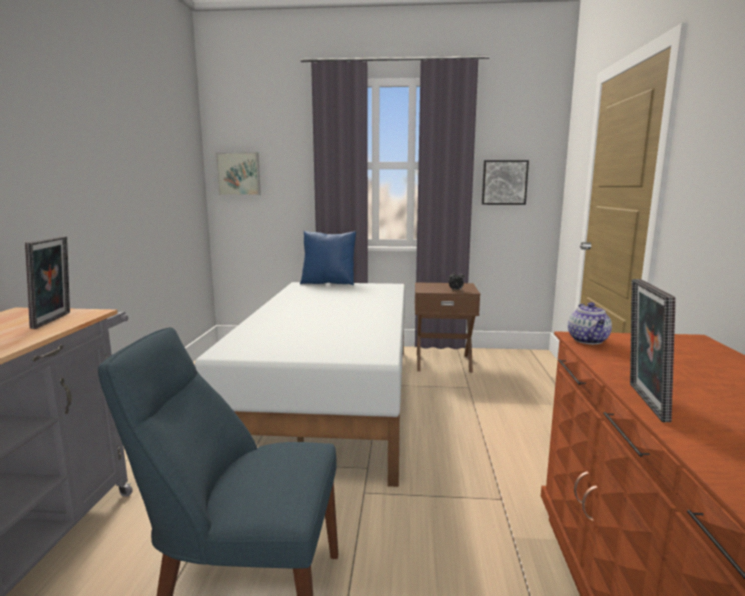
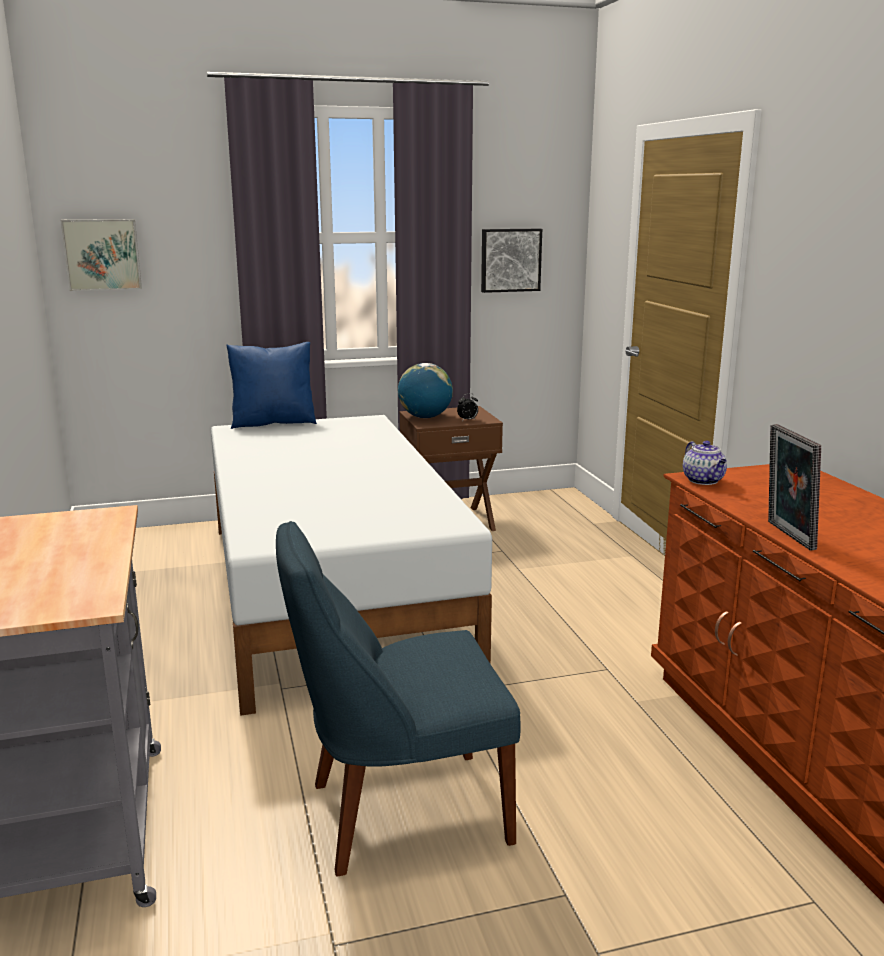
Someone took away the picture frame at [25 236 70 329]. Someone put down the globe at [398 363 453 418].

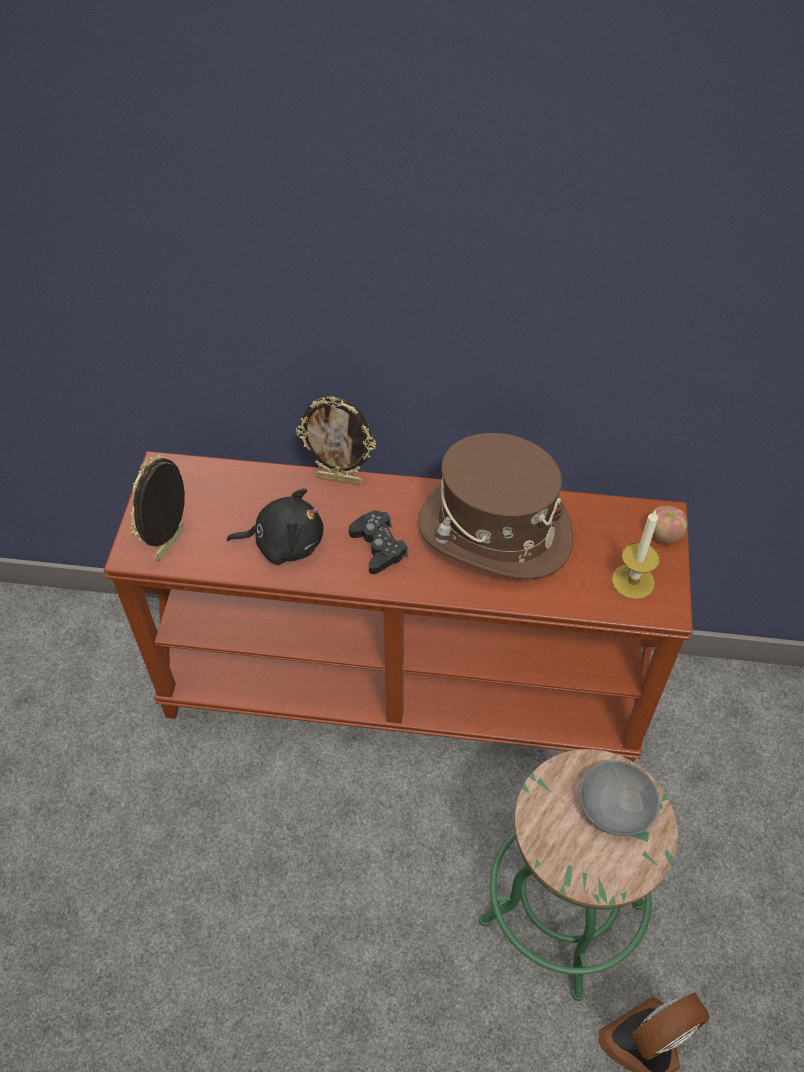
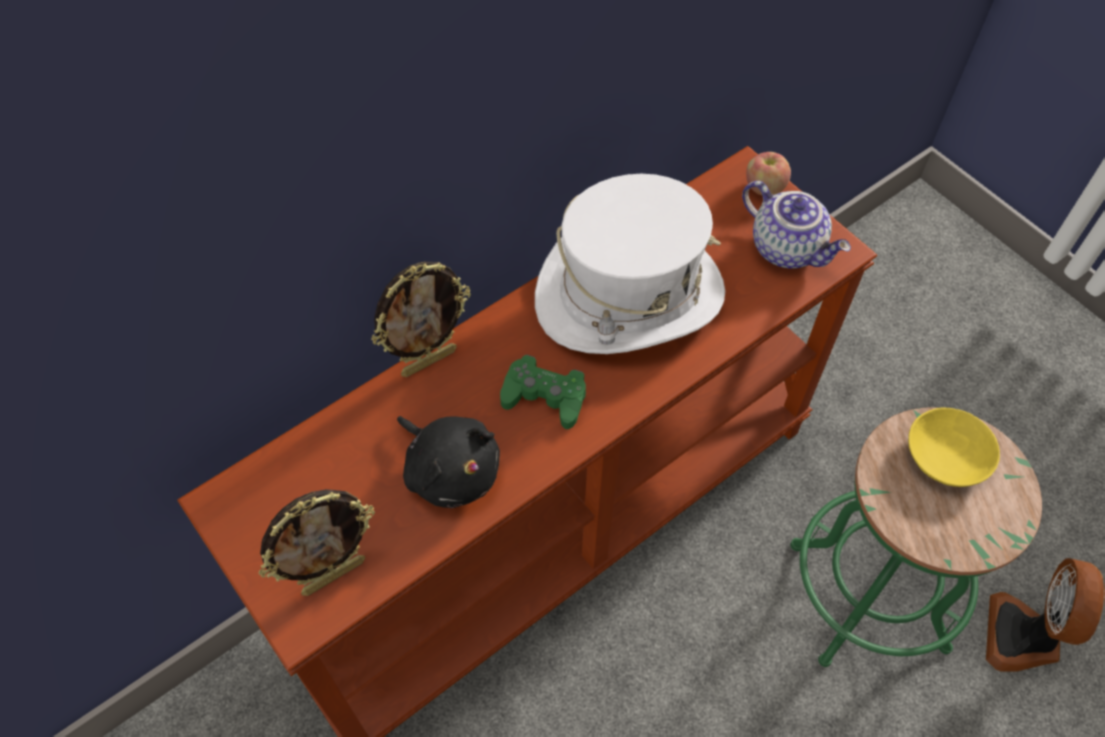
Someone swapped the candle at [612 510 660 599] for the teapot at [742 181 851 269]. Someone repainted the black game controller at [349 511 408 574], which became the green game controller at [500 355 586 429]. Someone repainted the brown hat at [418 433 573 579], which became the white hat at [535 174 725 354]. Someone repainted the grey bowl at [579 760 660 836], which became the yellow bowl at [908 407 1000 487]. Someone rotated the picture frame at [130 454 185 561] by 105 degrees counterclockwise. Someone rotated the black plush toy at [227 488 324 565] by 90 degrees clockwise.

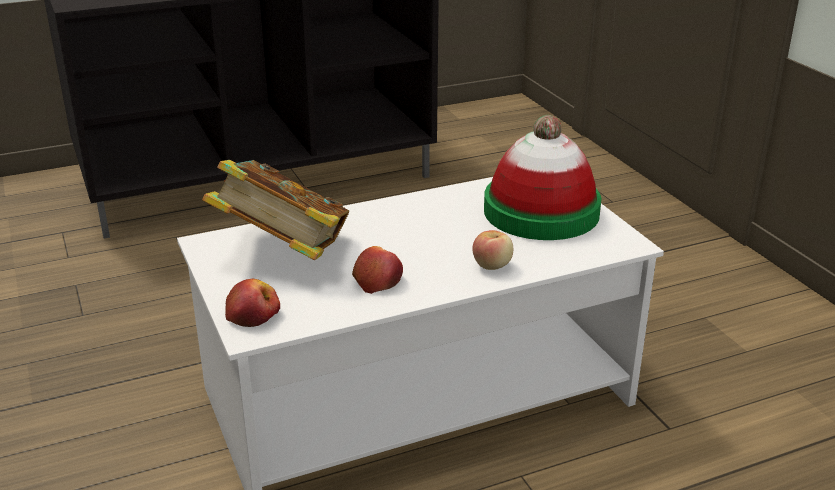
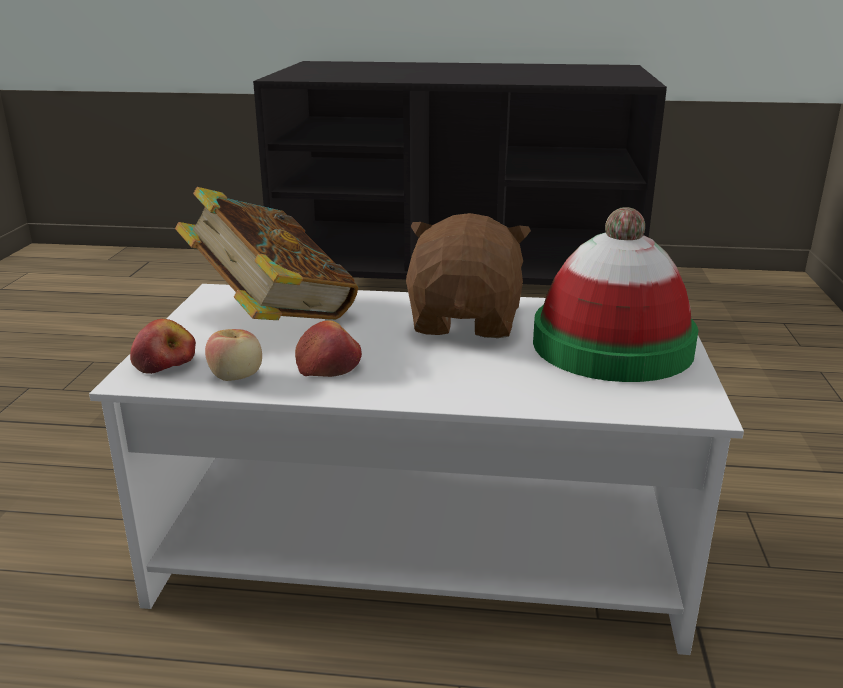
Someone put down the brown plush toy at [406 213 531 338]. Someone carried the apple from [472 230 513 270] to [205 329 262 381].

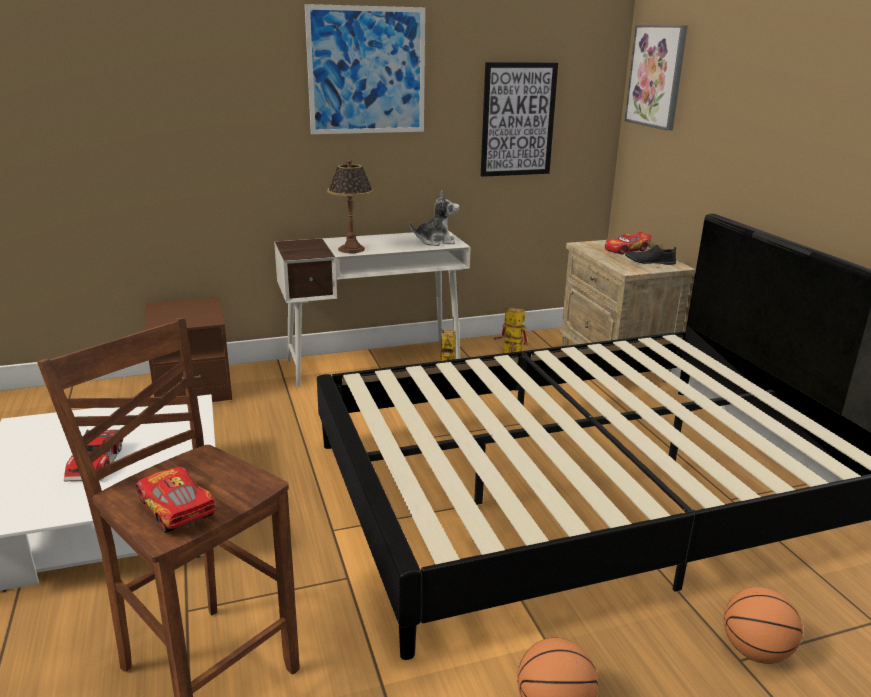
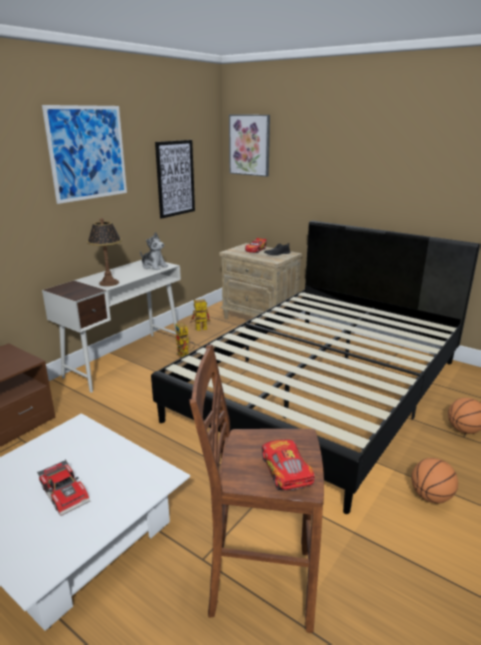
Someone rotated the toy car at [136 467 216 533] by 60 degrees clockwise. Someone rotated the plush toy at [410 191 460 246] by 75 degrees clockwise.

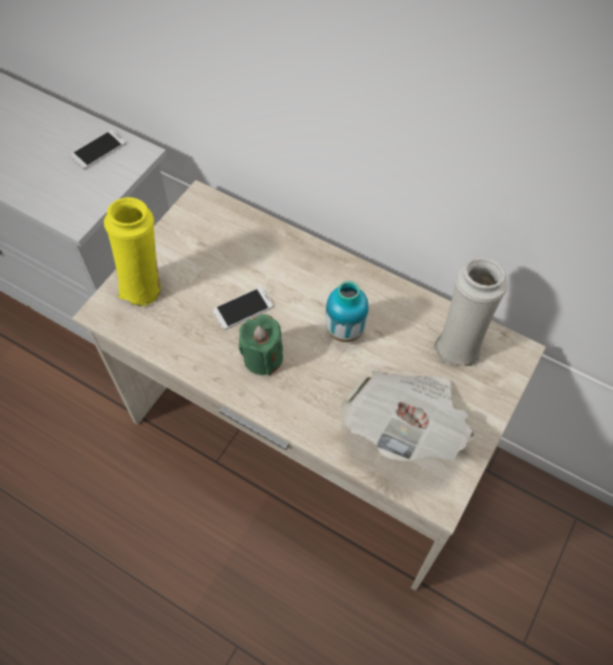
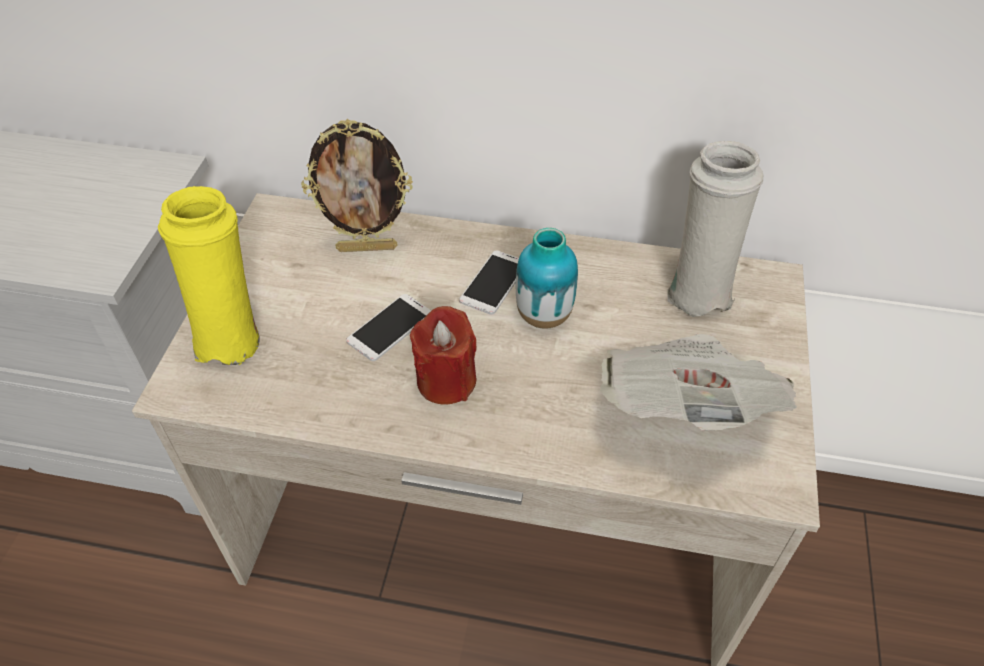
Someone put down the picture frame at [301 119 413 252]. Someone carried the phone from [70 130 126 169] to [459 250 519 315]. Someone repainted the green candle at [239 314 283 376], which became the red candle at [410 306 477 405].

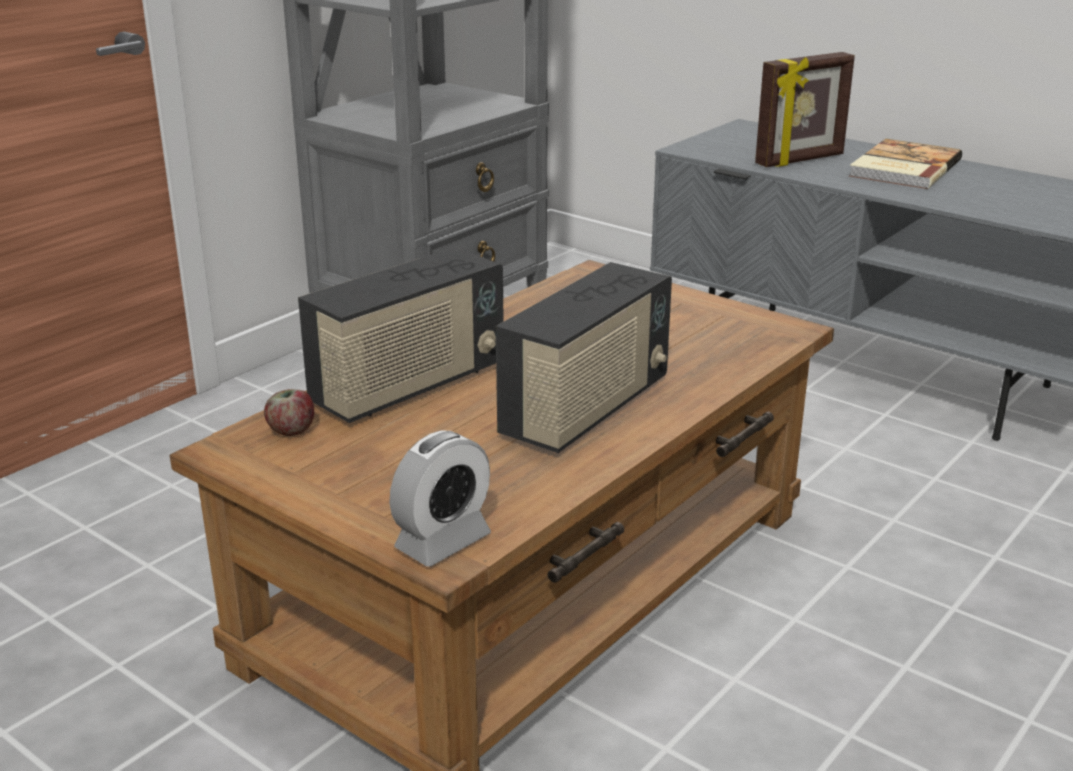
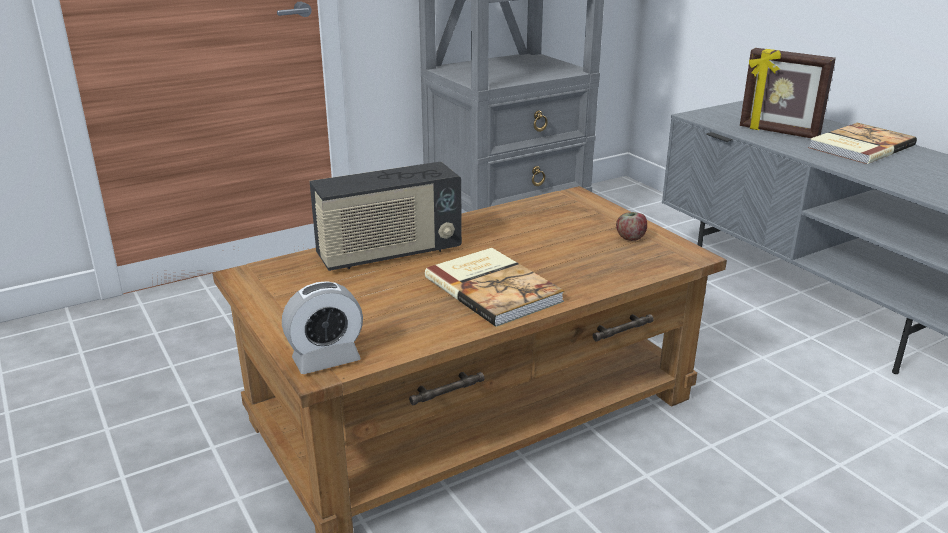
Someone carried the apple from [264 389 314 436] to [616 212 647 241]. Someone swapped the radio at [496 262 672 453] for the book at [425 248 565 327]. Someone rotated the picture frame at [755 52 855 167] by 45 degrees clockwise.

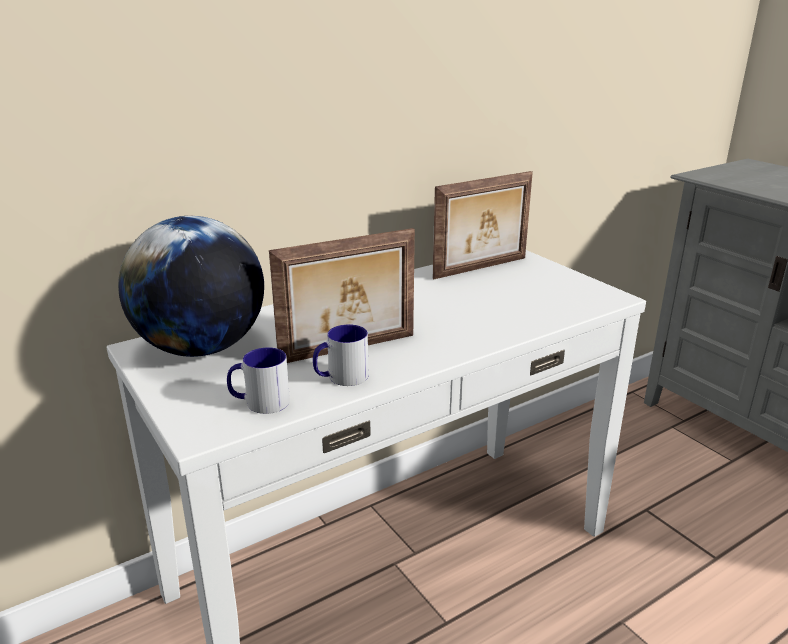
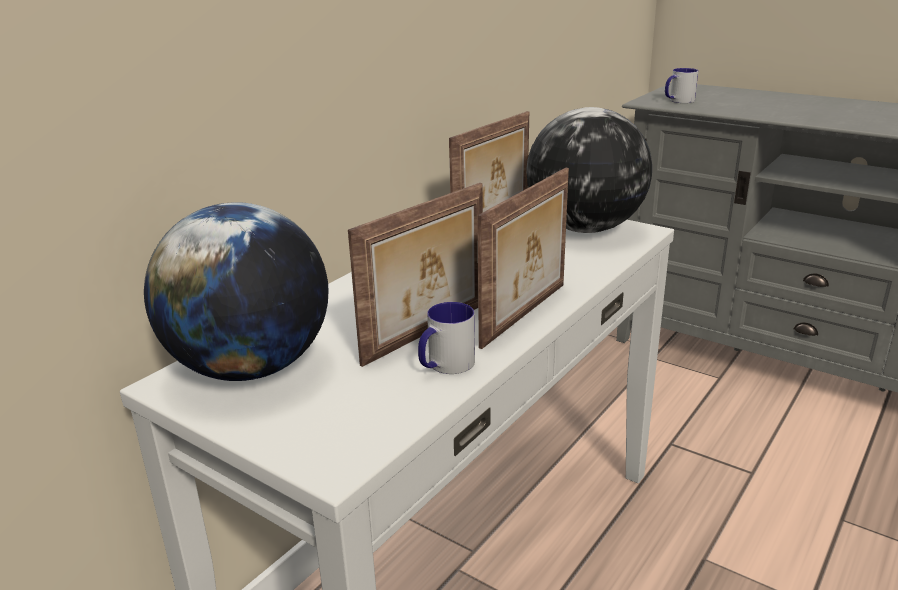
Someone put down the picture frame at [477 168 569 349]. Someone put down the globe at [526 107 652 233]. Someone carried the mug from [227 347 290 414] to [665 68 698 103].

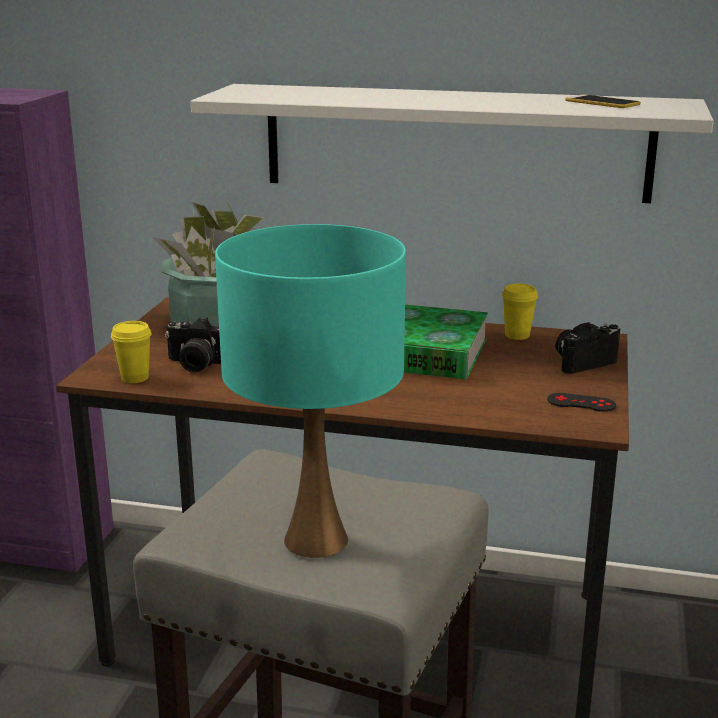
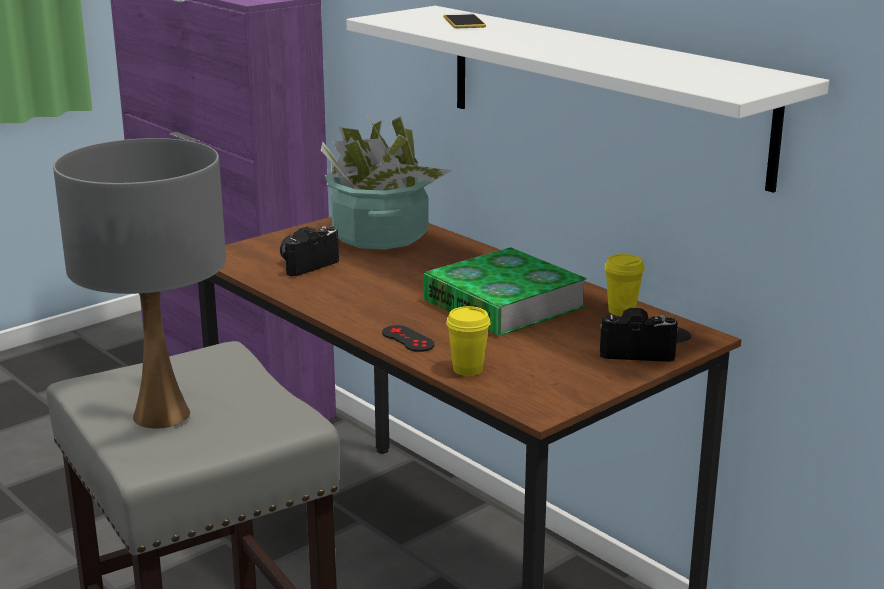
Someone carried the yellow cup from [111 321 151 383] to [446 306 491 376]. Someone carried the black game controller from [547 393 616 412] to [382 325 435 352]. Someone carried the phone from [565 94 641 108] to [443 13 486 28]. Someone repainted the turquoise table lamp at [215 224 406 558], which became the grey table lamp at [53 138 226 428]. Someone rotated the photo camera at [165 317 221 372] by 90 degrees clockwise.

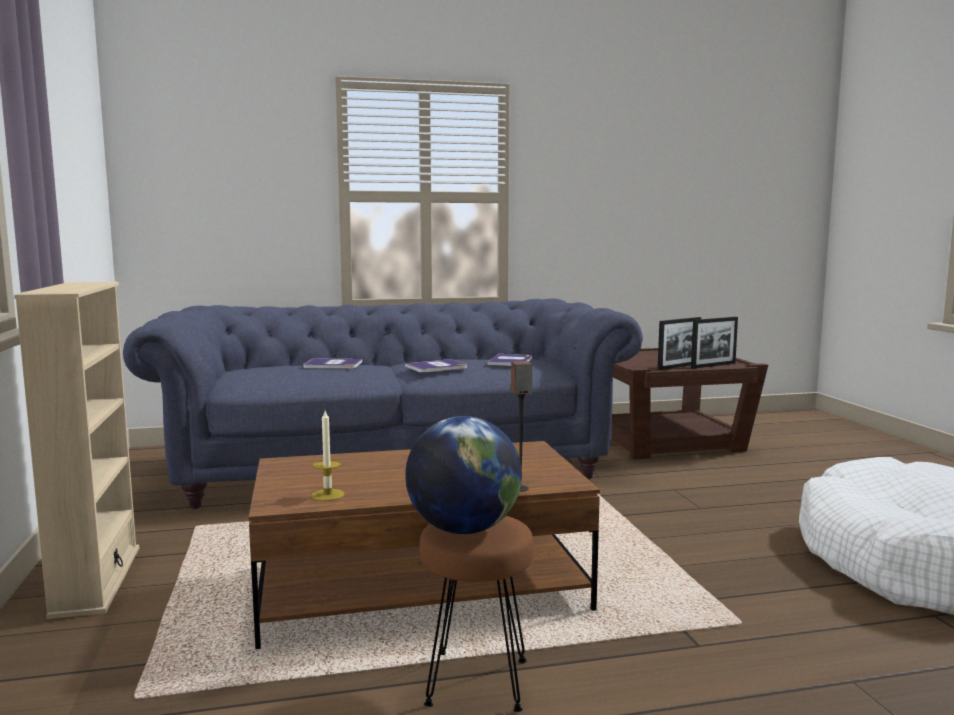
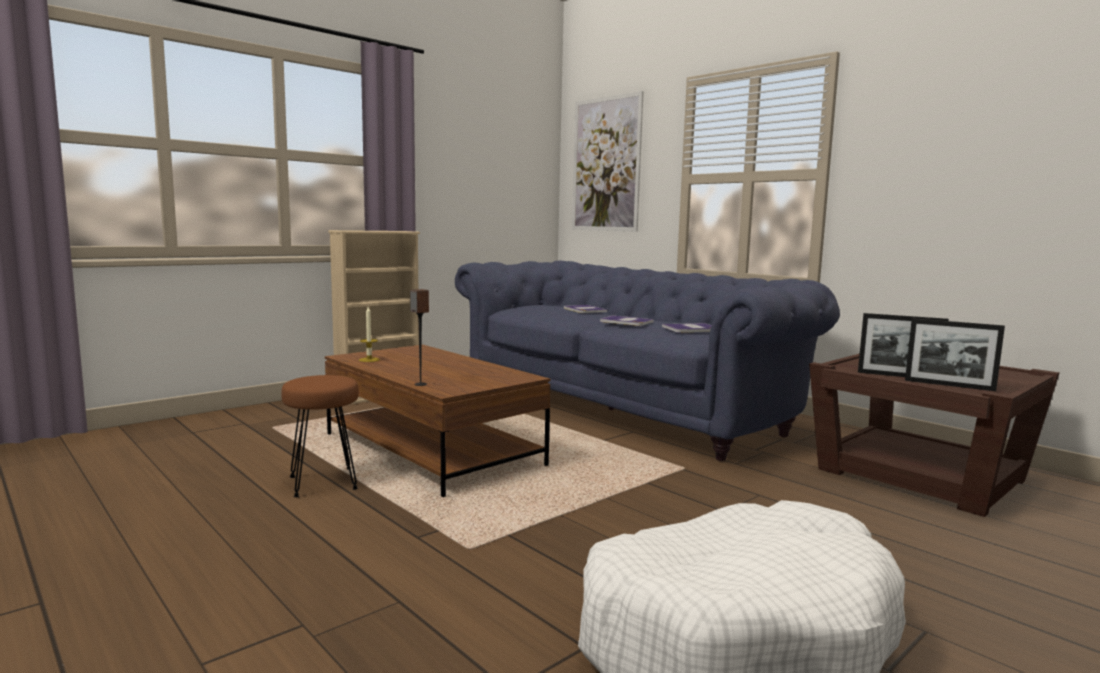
Someone took away the globe at [405 416 522 534]. Someone put up the picture at [572 91 644 232].

